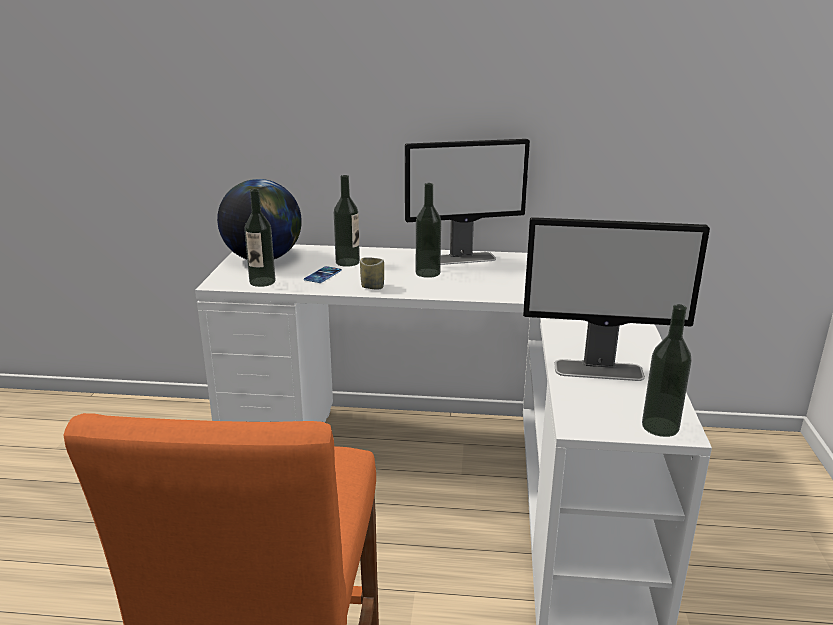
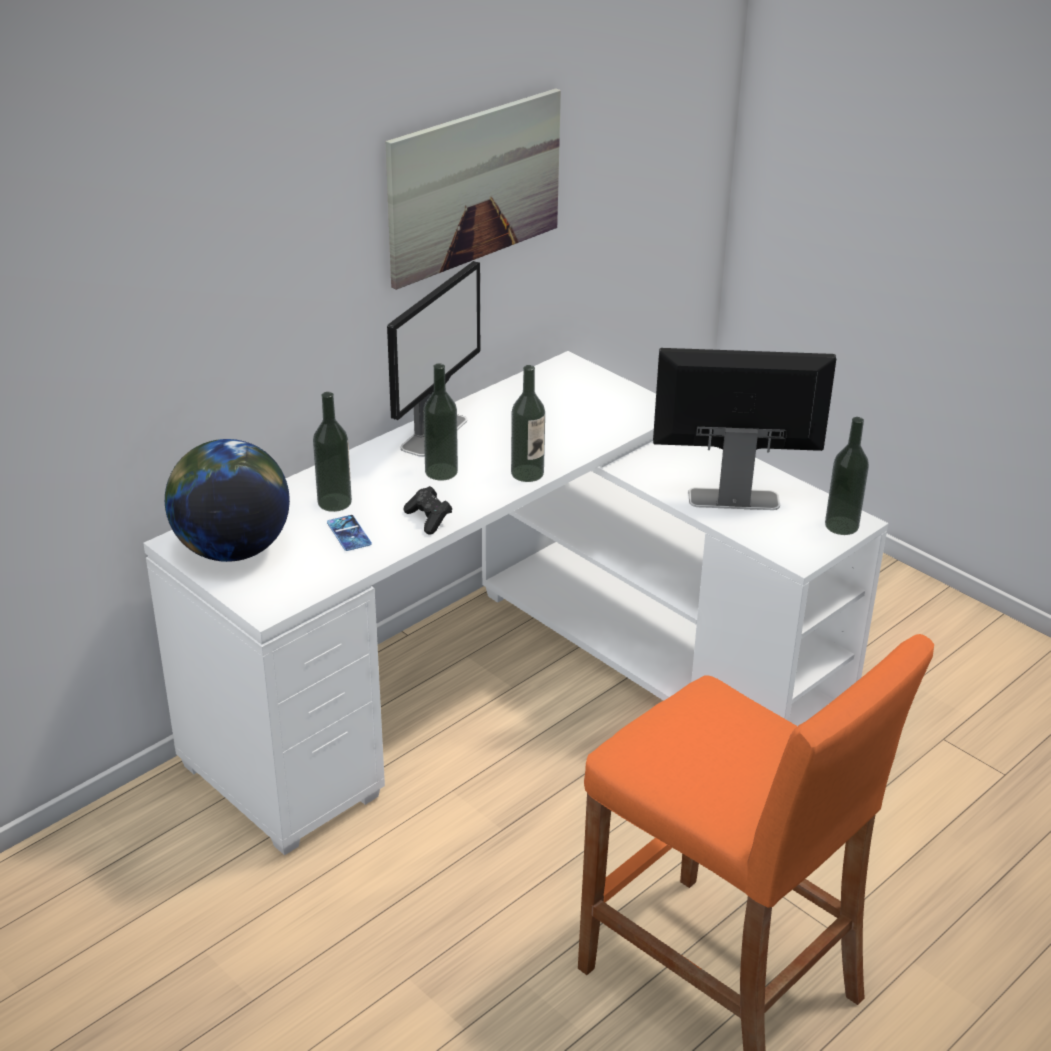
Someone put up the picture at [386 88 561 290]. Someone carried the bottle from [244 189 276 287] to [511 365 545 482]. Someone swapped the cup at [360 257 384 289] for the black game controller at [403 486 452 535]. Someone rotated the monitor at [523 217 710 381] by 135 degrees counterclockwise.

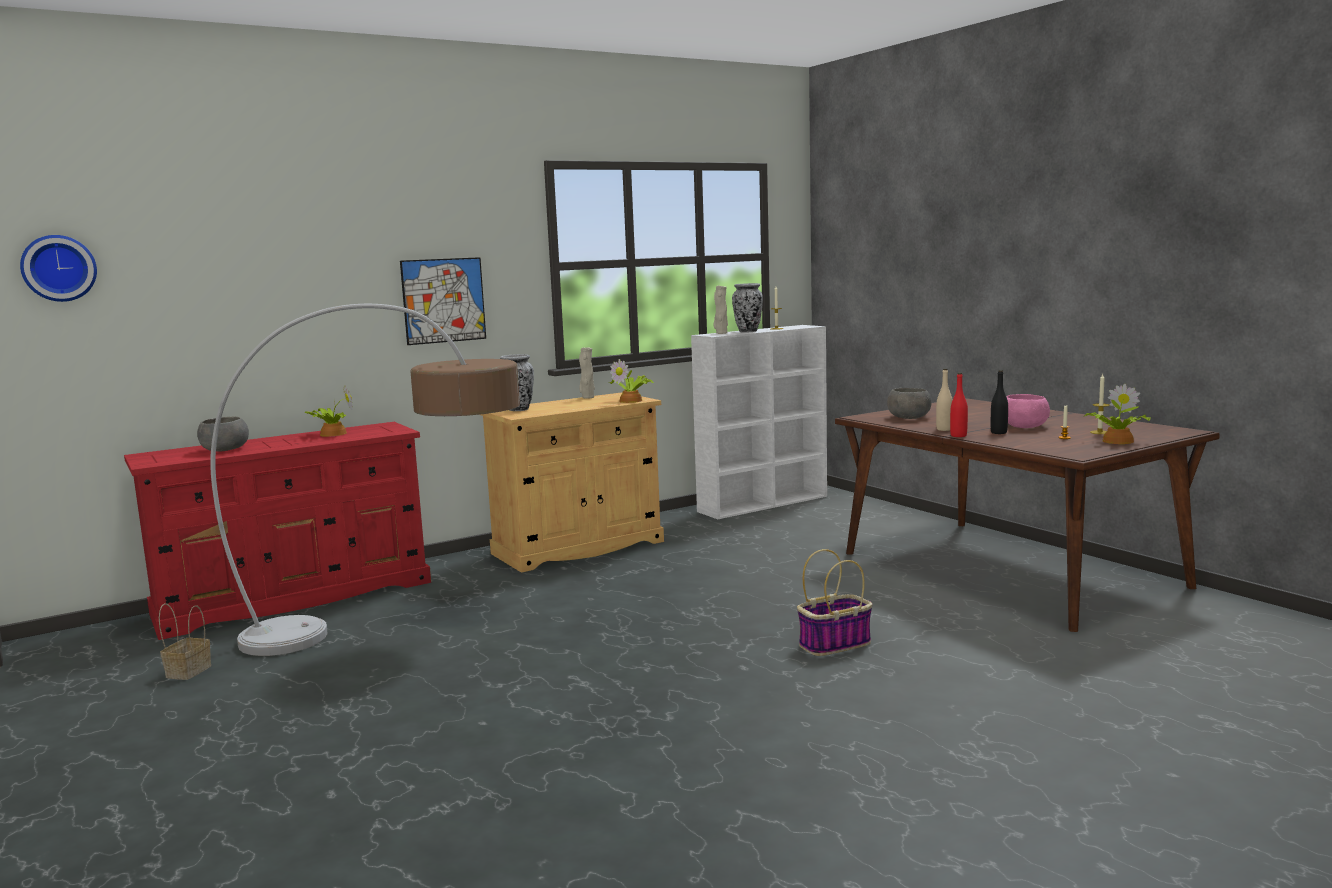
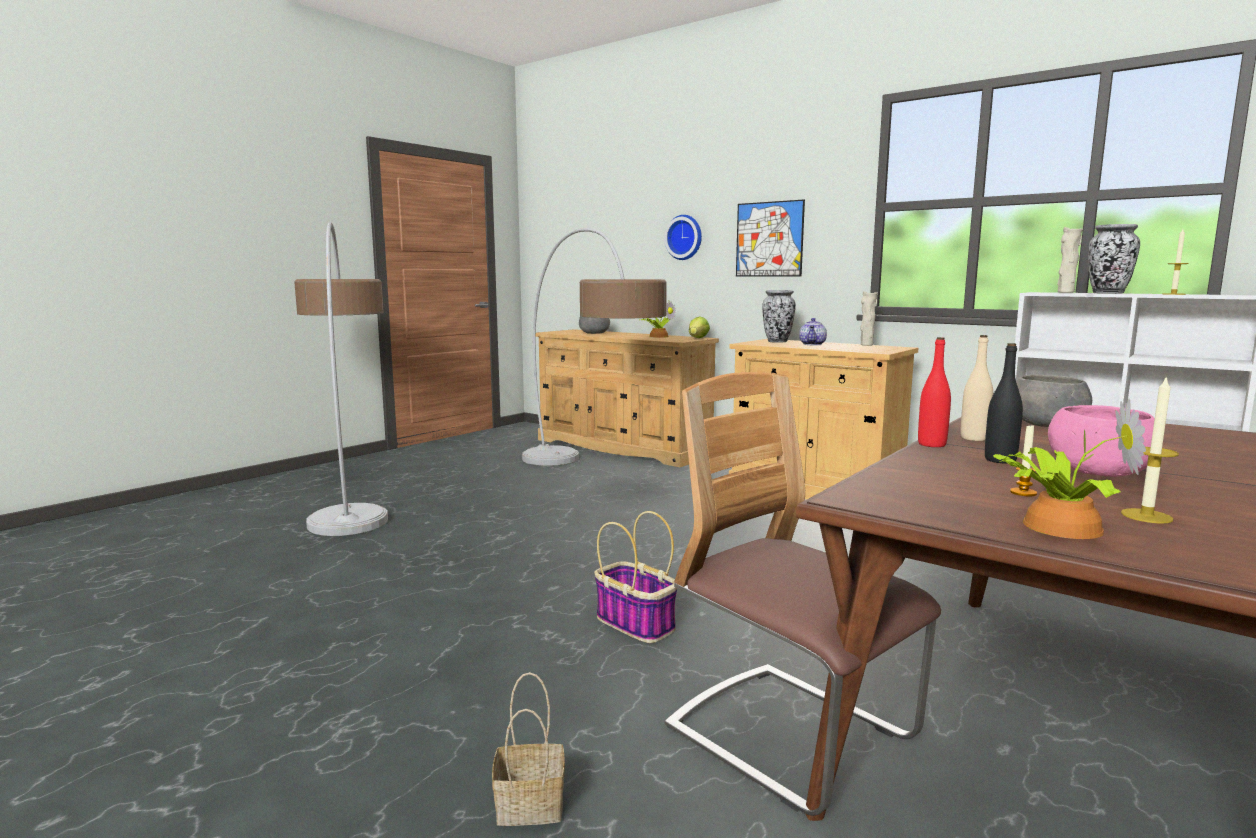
Someone took away the potted plant at [609 359 654 403]. Someone put down the floor lamp at [294 222 388 536]. Someone put down the chair at [665 372 941 816]. Someone put down the lettuce at [689 316 710 338]. Someone put down the teapot at [799 318 827 345]. Someone carried the wall clock from [20 235 97 302] to [664 215 702 260]. Someone carried the basket from [159 603 211 680] to [492 672 565 826]. Someone repainted the red dresser at [124 422 431 640], which became the beige dresser at [536 329 719 467].

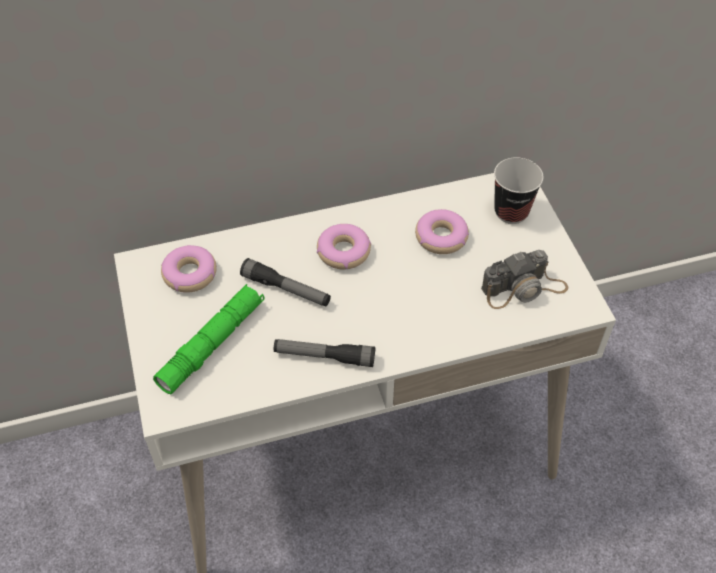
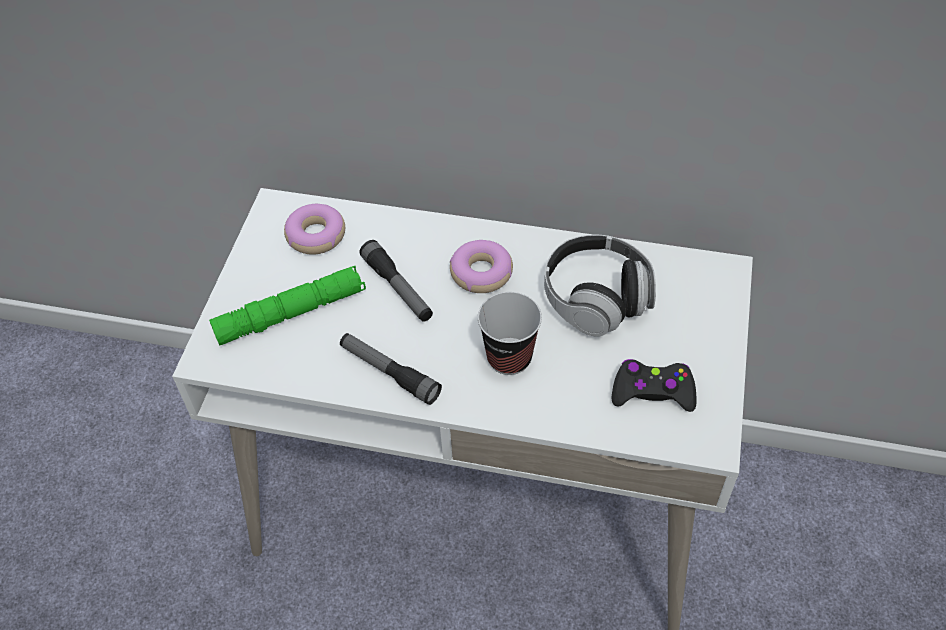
Someone carried the cup from [494 157 544 224] to [478 292 542 375]. Someone swapped the donut at [415 209 469 254] for the headphones at [544 235 656 337]. Someone swapped the photo camera at [481 250 568 309] for the black game controller at [611 359 697 412].

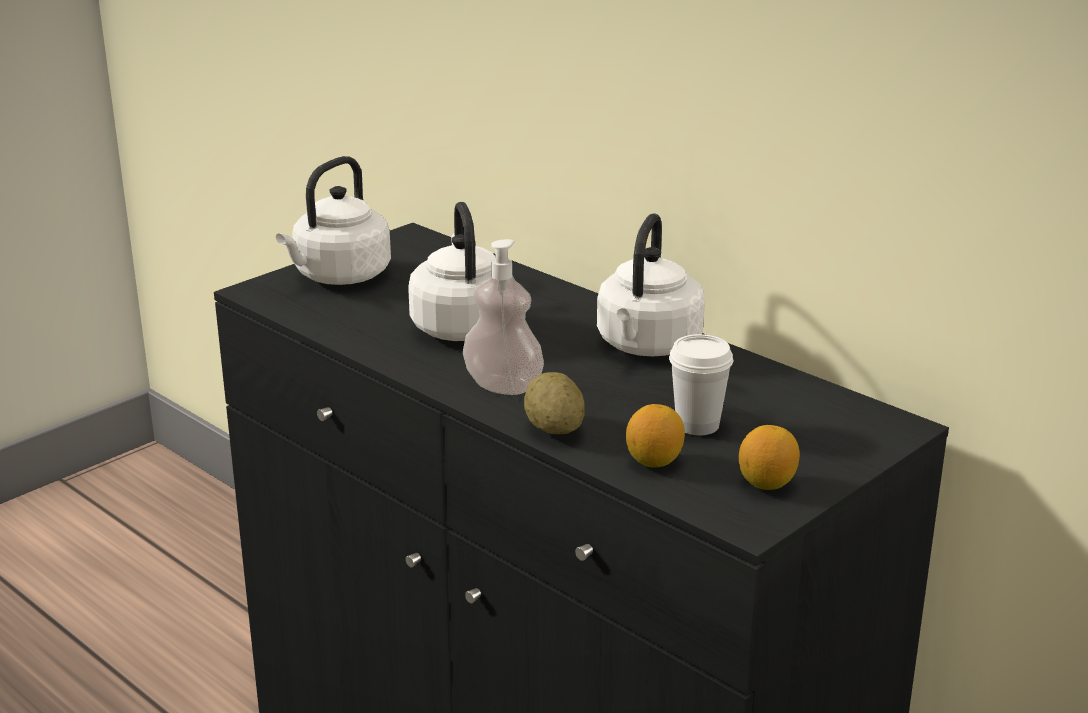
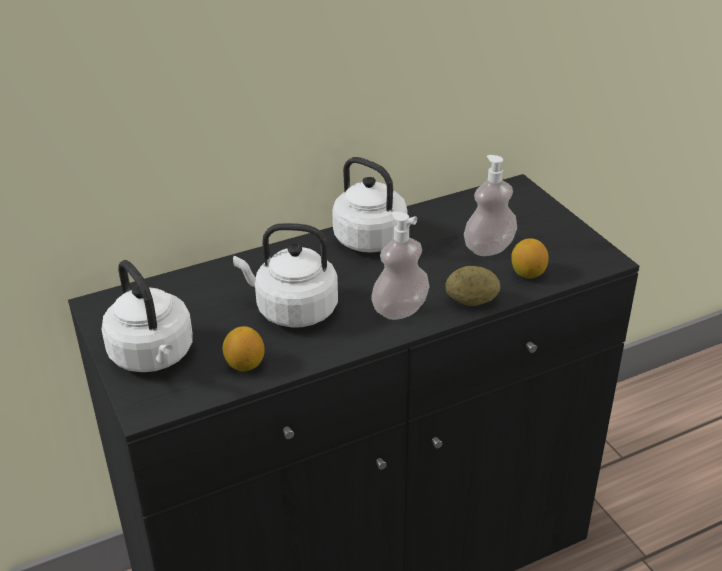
Someone carried the lemon from [739 425 800 490] to [222 326 265 372]. Someone swapped the white cup at [669 334 733 435] for the soap dispenser at [464 155 517 256].

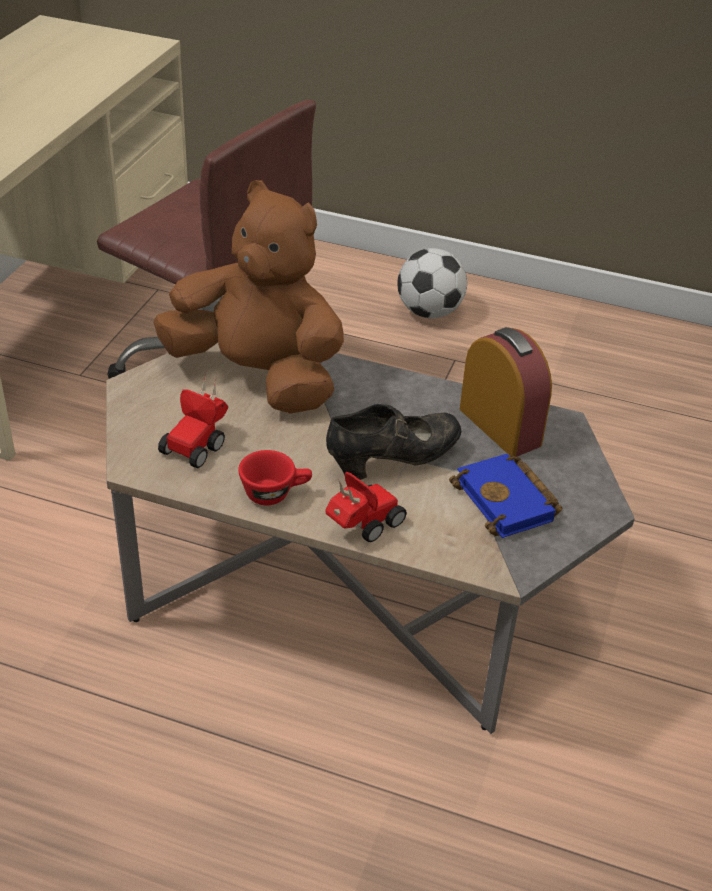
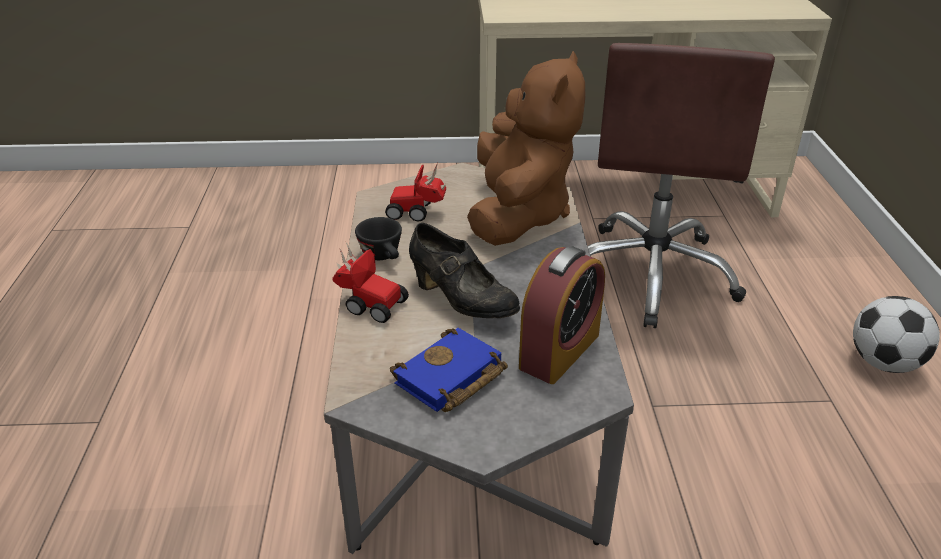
Someone repainted the red cup at [238 450 312 505], which became the black cup at [355 217 402 260].

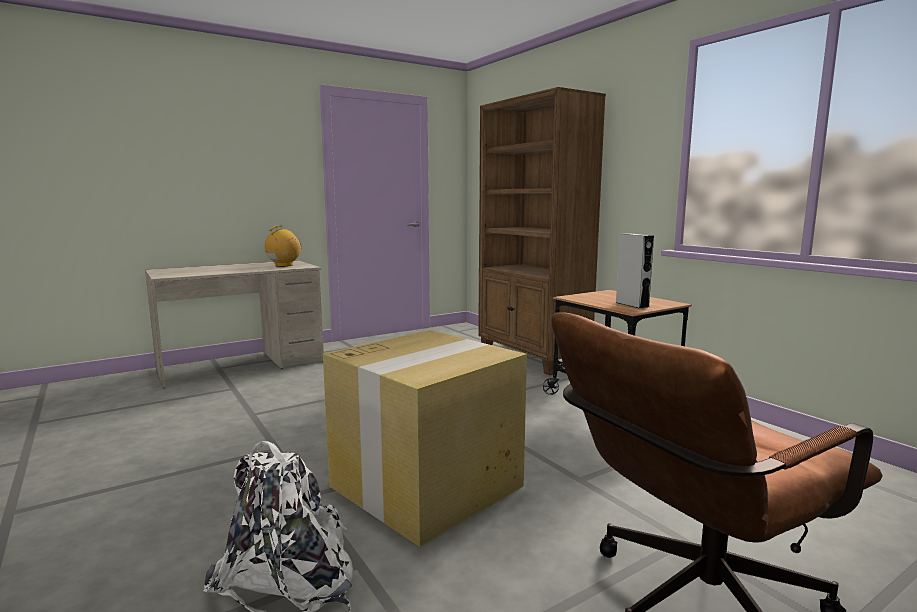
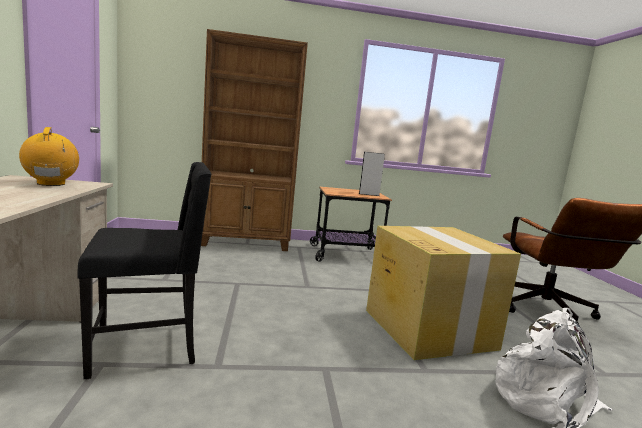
Someone put down the black chair at [77 162 212 379].

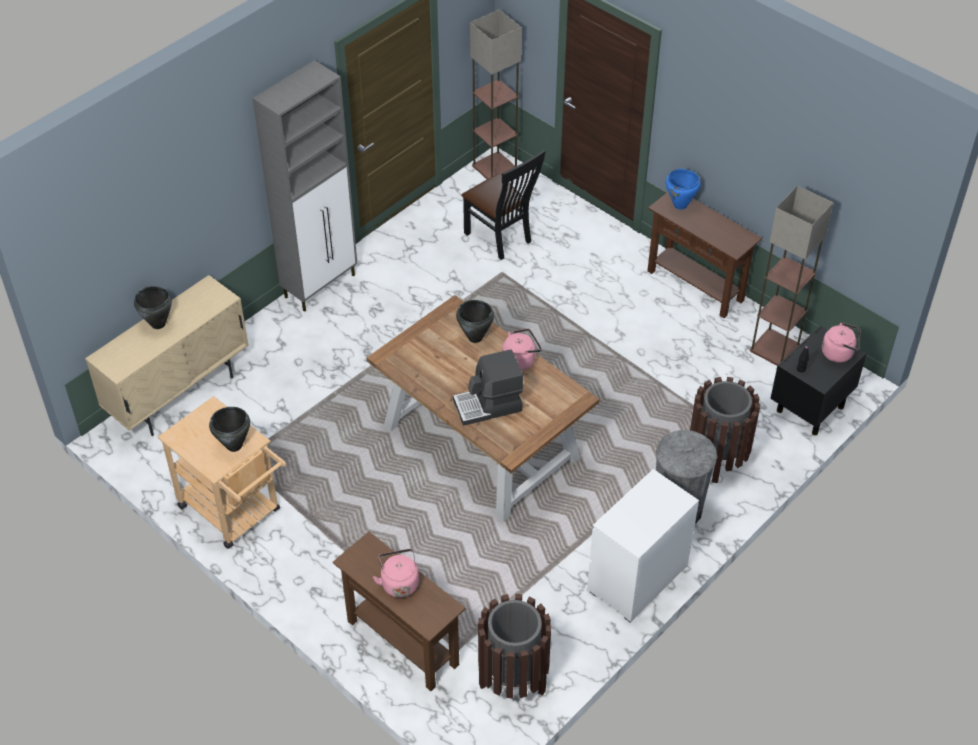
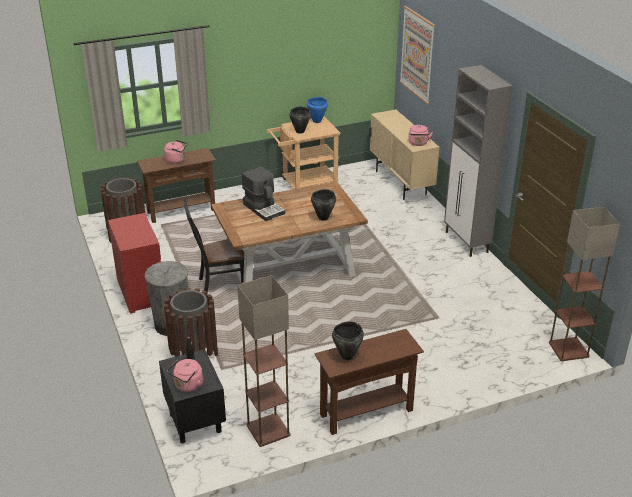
Someone put up the picture at [400 6 435 104]. Someone carried the black cooking pot from [134 286 172 329] to [332 322 364 360]. Someone carried the black chair from [461 150 546 260] to [183 197 245 293]. Someone carried the pink kettle from [502 329 542 371] to [408 125 433 146]. Someone carried the blue cooking pot from [666 169 701 210] to [307 97 328 123]. Someone repainted the white dresser at [587 469 699 623], which became the red dresser at [108 213 161 313]. Someone rotated the coffee machine at [453 349 523 426] by 135 degrees clockwise.

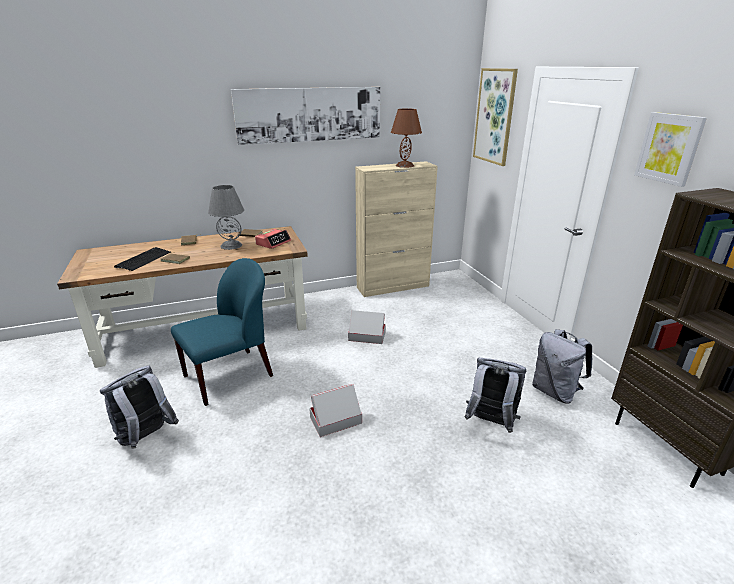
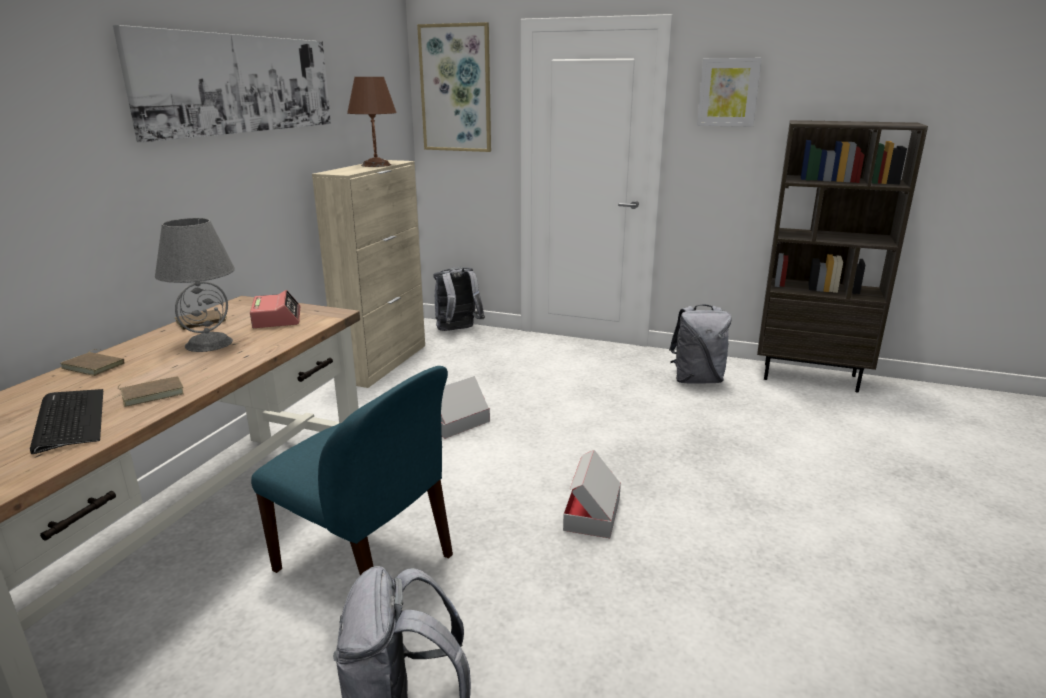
Someone carried the grey backpack from [464 358 526 433] to [433 267 485 331]. Someone rotated the blue chair at [171 258 273 406] by 120 degrees clockwise.

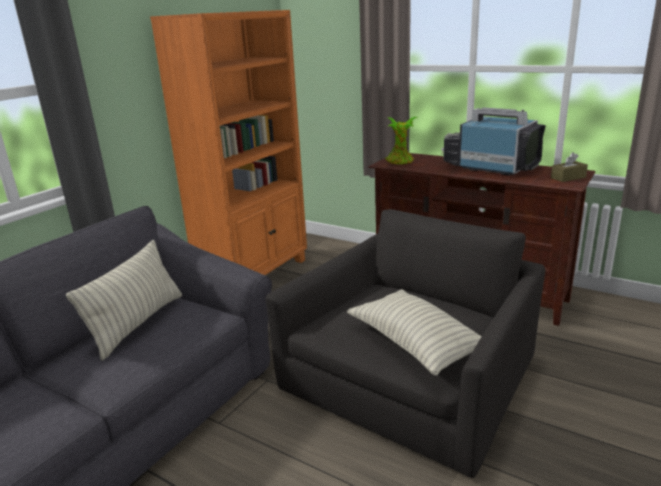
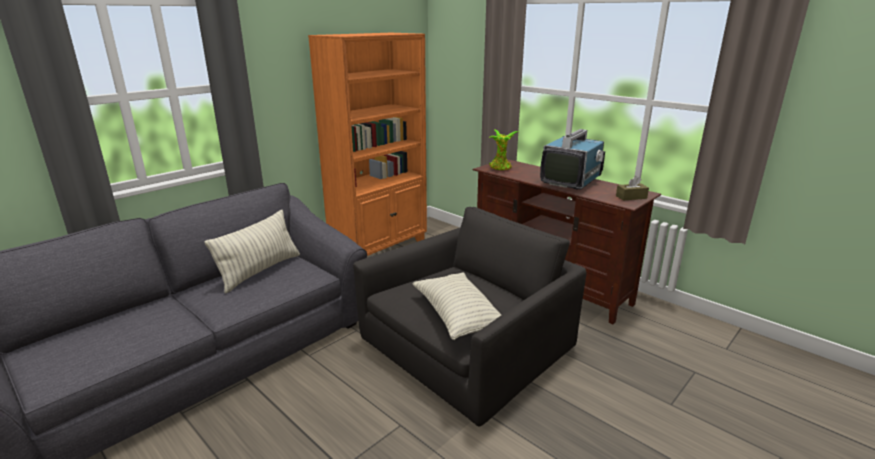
Someone rotated the television at [441 107 546 175] by 75 degrees clockwise.

